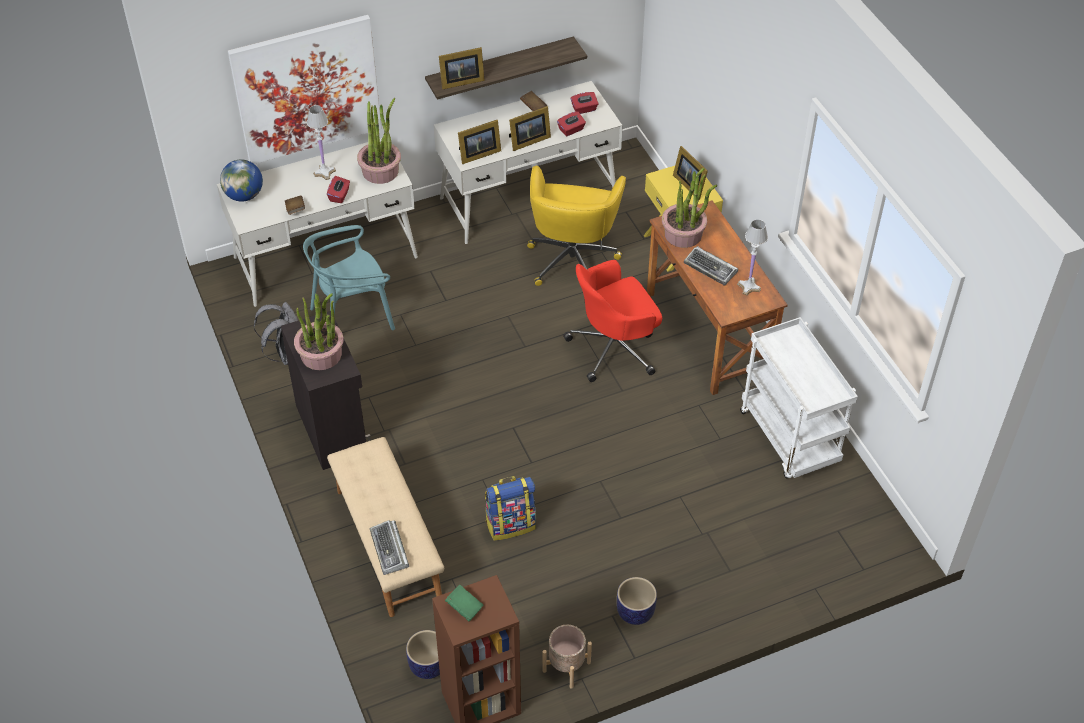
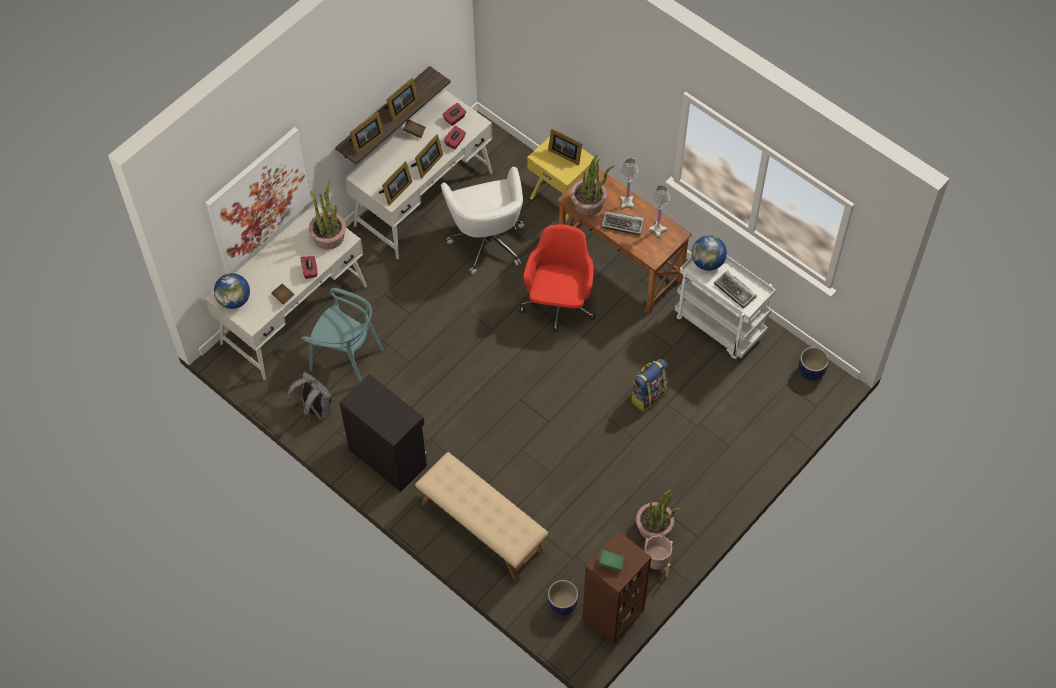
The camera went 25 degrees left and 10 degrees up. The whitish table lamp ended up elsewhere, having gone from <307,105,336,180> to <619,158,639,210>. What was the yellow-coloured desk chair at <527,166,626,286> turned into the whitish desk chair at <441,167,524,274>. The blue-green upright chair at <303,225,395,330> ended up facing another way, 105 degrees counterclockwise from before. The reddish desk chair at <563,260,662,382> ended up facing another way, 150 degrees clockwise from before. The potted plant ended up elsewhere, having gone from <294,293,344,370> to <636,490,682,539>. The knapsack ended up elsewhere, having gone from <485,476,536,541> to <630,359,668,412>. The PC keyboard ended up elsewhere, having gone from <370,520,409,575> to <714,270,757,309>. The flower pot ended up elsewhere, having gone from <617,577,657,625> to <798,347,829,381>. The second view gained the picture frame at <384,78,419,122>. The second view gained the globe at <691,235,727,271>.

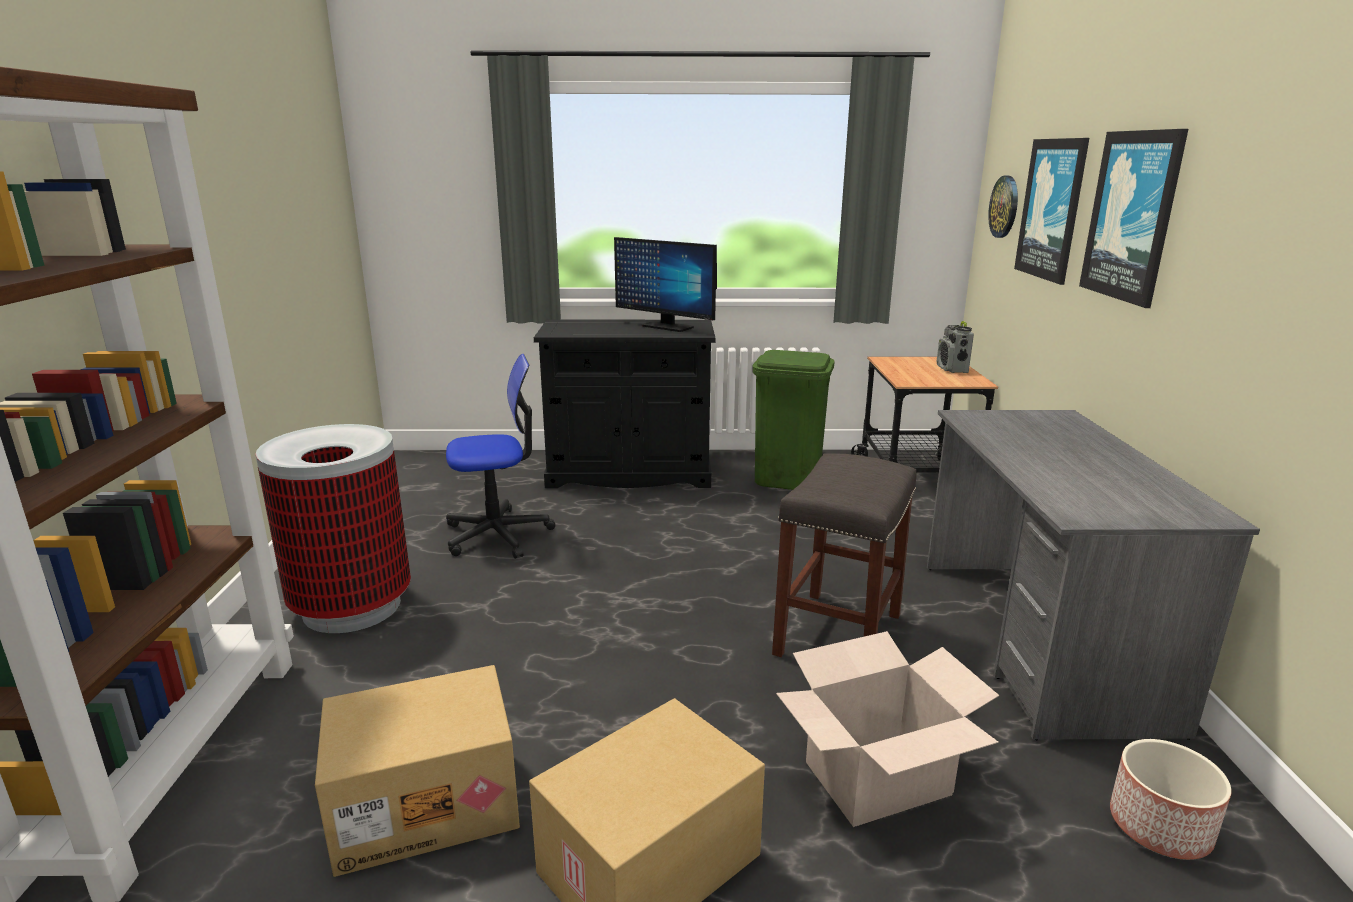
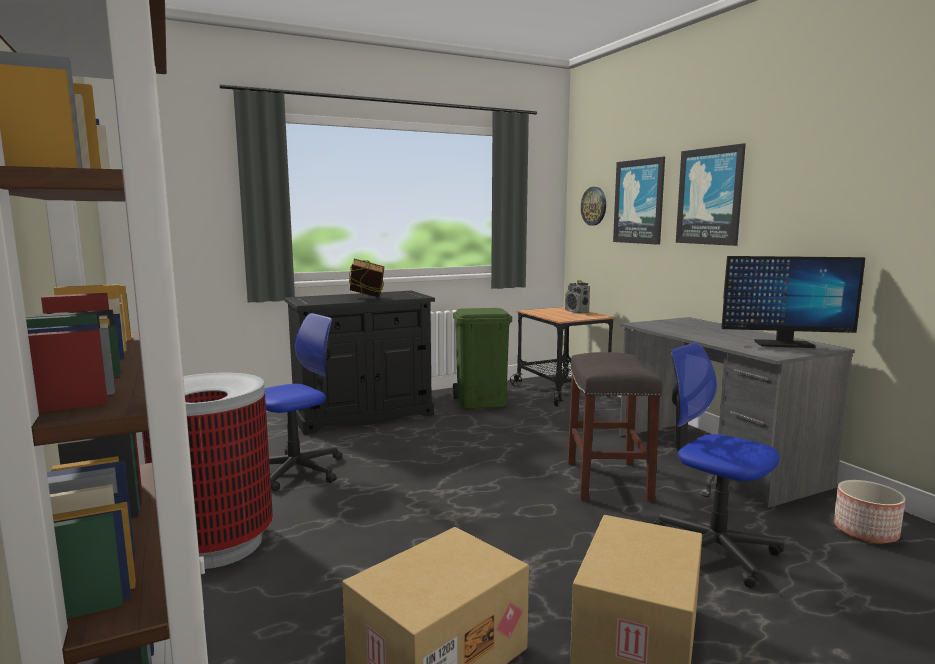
The camera went 25 degrees left and 10 degrees down. The computer screen ended up elsewhere, having gone from <614,237,717,332> to <721,256,865,348>. Where the carton stood at <776,631,999,827>, the desk chair came to stand at <652,343,785,587>. The second view gained the bound book at <349,259,385,298>.

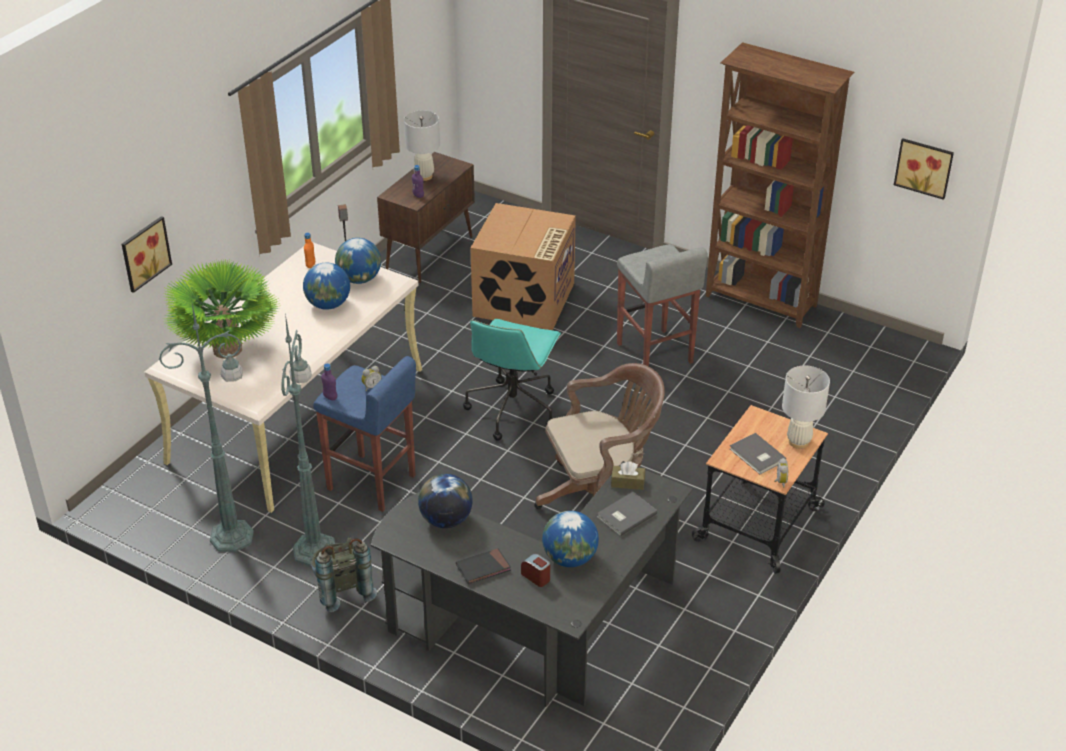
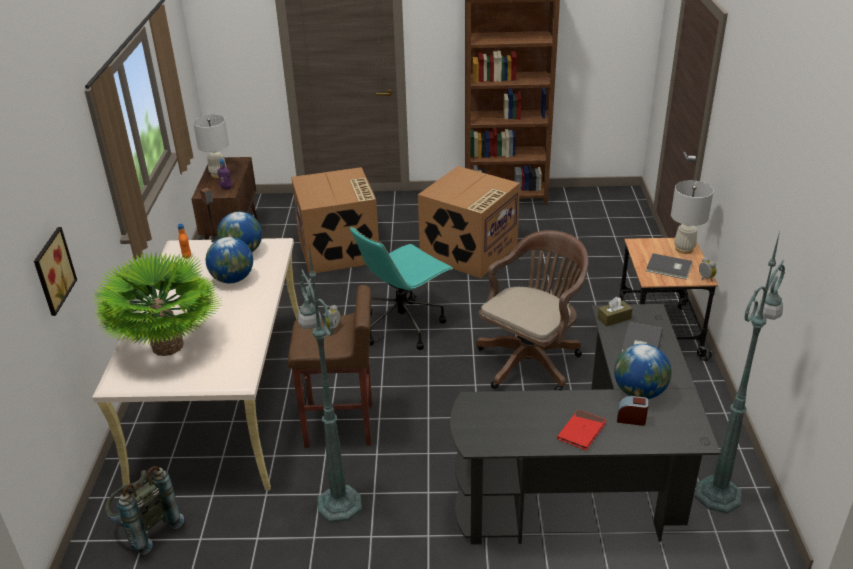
The camera went 30 degrees left and 5 degrees down. The second view lost the picture at <894,138,954,200>. Where the gray stool stood at <617,245,708,366>, the carton came to stand at <418,166,520,278>. The greenish standard lamp ended up elsewhere, having gone from <159,299,254,552> to <695,231,785,514>. The blue-green desk chair at <463,319,561,441> ended up facing another way, 60 degrees clockwise from before. What was the bluish stool at <313,356,416,512> turned into the brown stool at <288,285,372,448>. The second view lost the purplish bottle at <321,363,337,400>. The second view lost the globe at <418,474,473,528>. The gray knapsack ended up elsewhere, having gone from <311,537,377,612> to <105,466,184,555>. What was the black-coloured bound book at <456,548,511,584> turned into the reddish bound book at <557,409,606,451>.

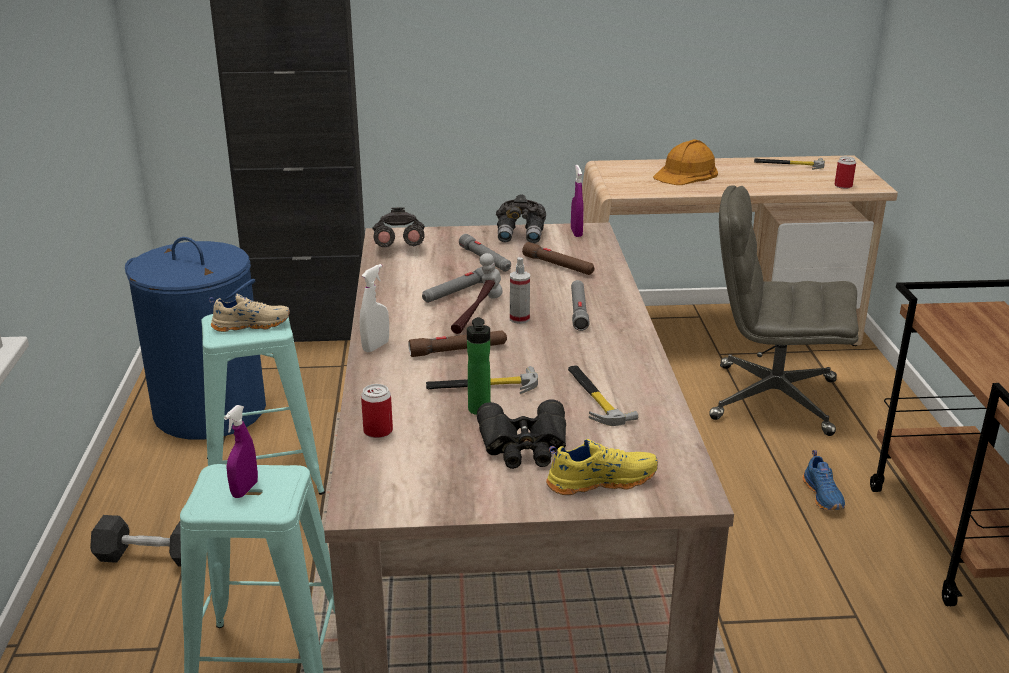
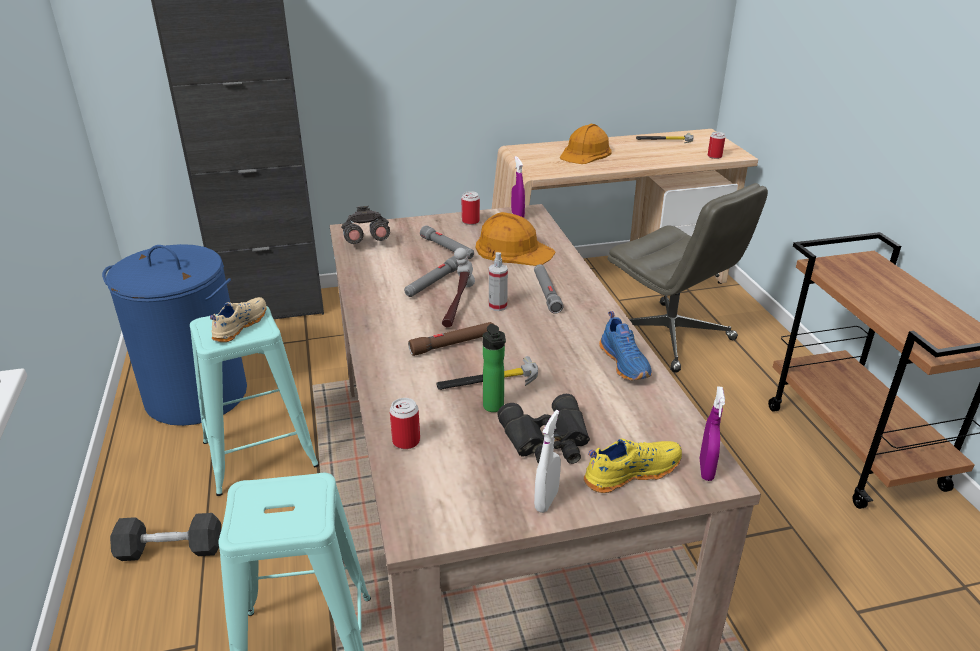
The camera went 10 degrees left and 5 degrees up. The gray desk chair at <709,185,859,436> ended up facing another way, 135 degrees counterclockwise from before. Where the gray binoculars stood at <496,195,546,243>, the sealed can came to stand at <461,191,480,225>. Where the brown torch stood at <522,242,595,275>, the orangey work helmet came to stand at <476,212,556,266>. The whitish sprayer ended up elsewhere, having gone from <360,264,389,352> to <534,410,561,513>. The sand-coloured shoe at <209,294,290,332> ended up facing another way, 45 degrees counterclockwise from before. The second view lost the hand hammer at <568,365,638,426>. The purplish sprayer ended up elsewhere, having gone from <224,405,258,498> to <700,387,725,481>. The bluish shoe ended up elsewhere, having gone from <802,450,845,510> to <599,311,652,381>.

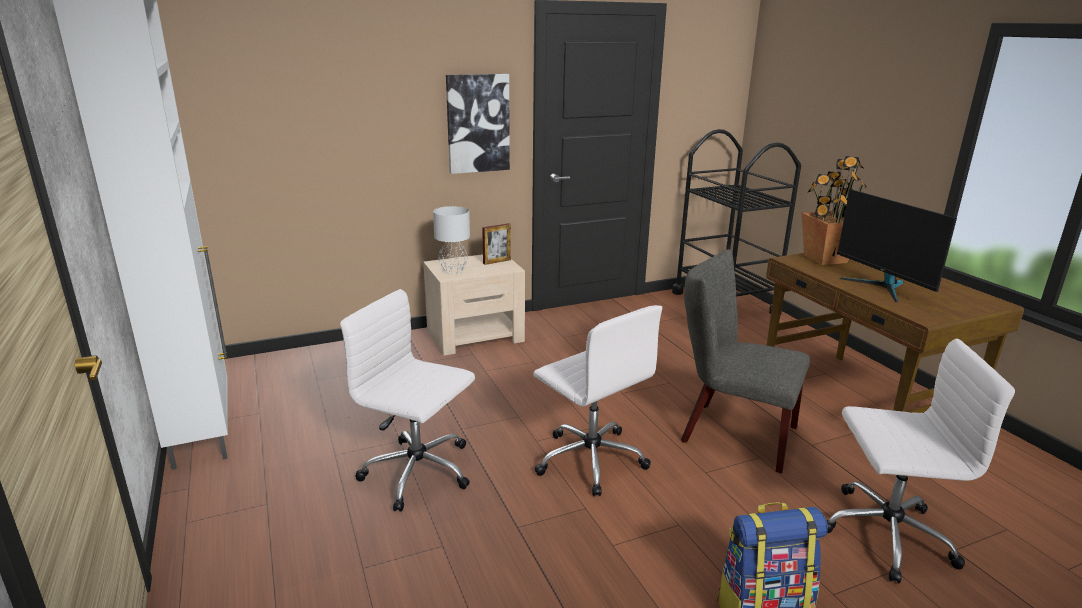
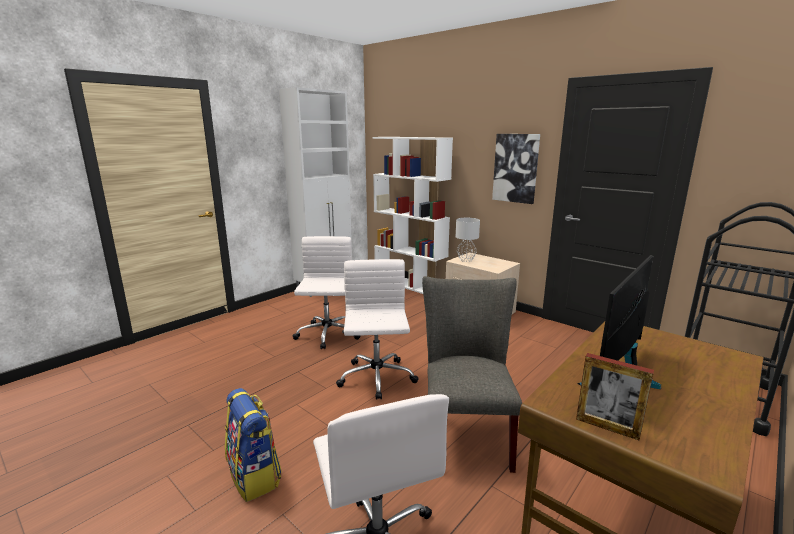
The camera went 65 degrees right and 5 degrees down. The second view lost the potted plant at <802,156,867,265>. The picture frame ended up elsewhere, having gone from <482,223,511,265> to <576,353,654,440>. The whitish desk chair at <533,305,662,496> ended up facing another way, 150 degrees clockwise from before. The second view gained the whitish bookshelf at <373,137,453,294>.

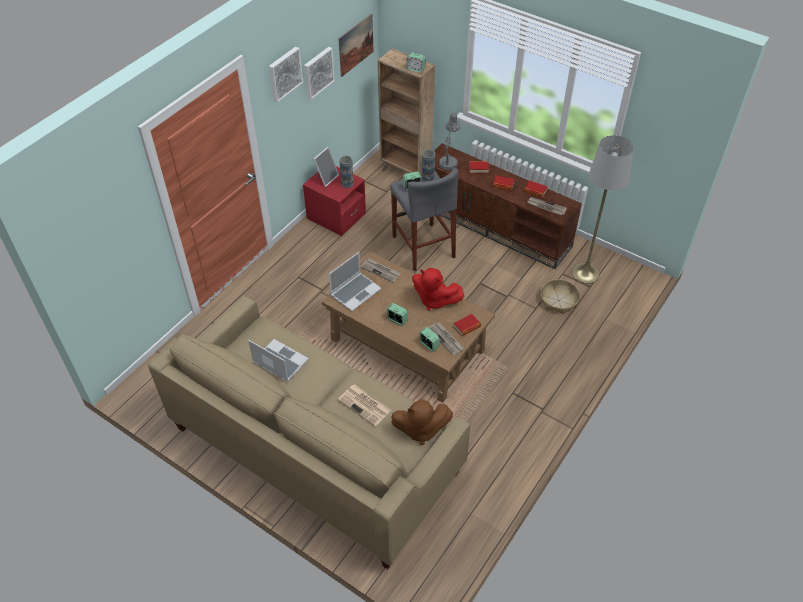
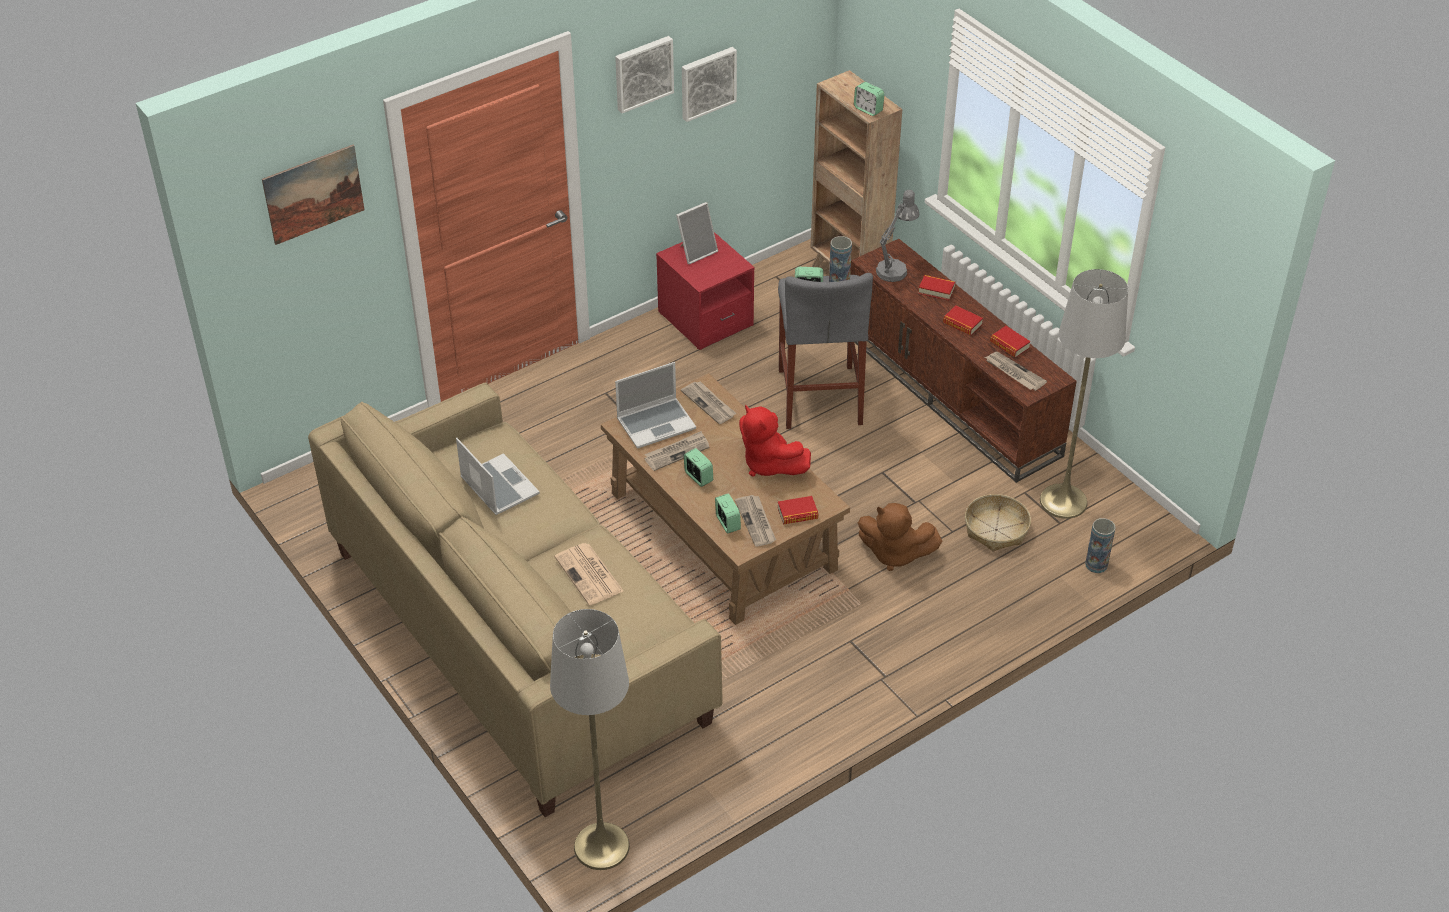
The camera went 20 degrees right and 5 degrees down. The picture ended up elsewhere, having gone from <338,14,374,77> to <262,145,365,245>. The decorative vase ended up elsewhere, having gone from <340,156,354,188> to <1085,518,1115,573>. The brown plush toy ended up elsewhere, having gone from <391,399,453,445> to <858,503,942,571>. The second view gained the daily paper at <644,431,709,471>. The second view gained the gray standard lamp at <550,609,630,870>.

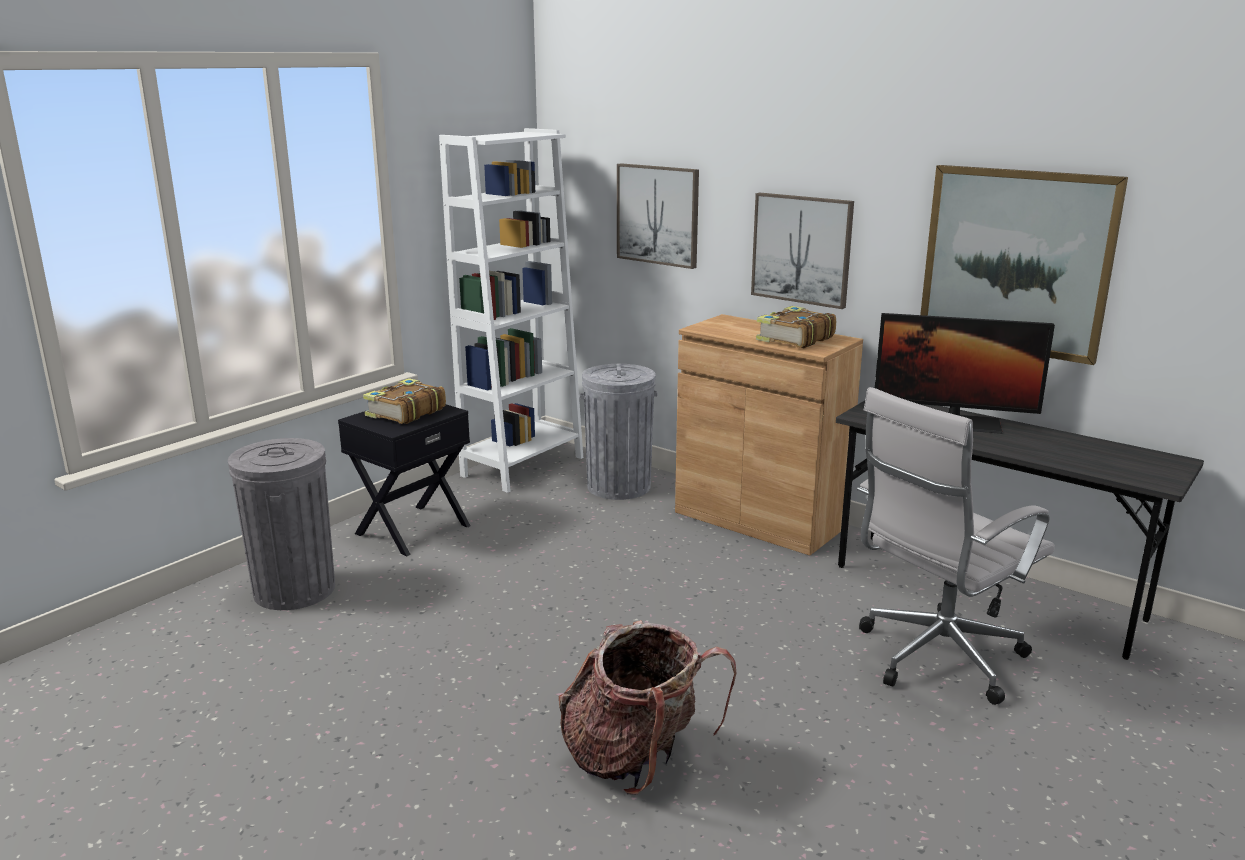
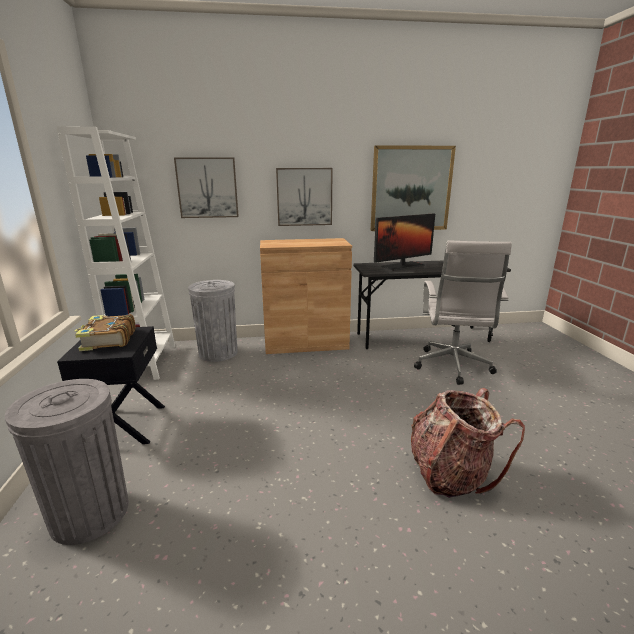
The camera went 45 degrees left and 0 degrees up. The second view lost the bound book at <756,306,836,348>.

